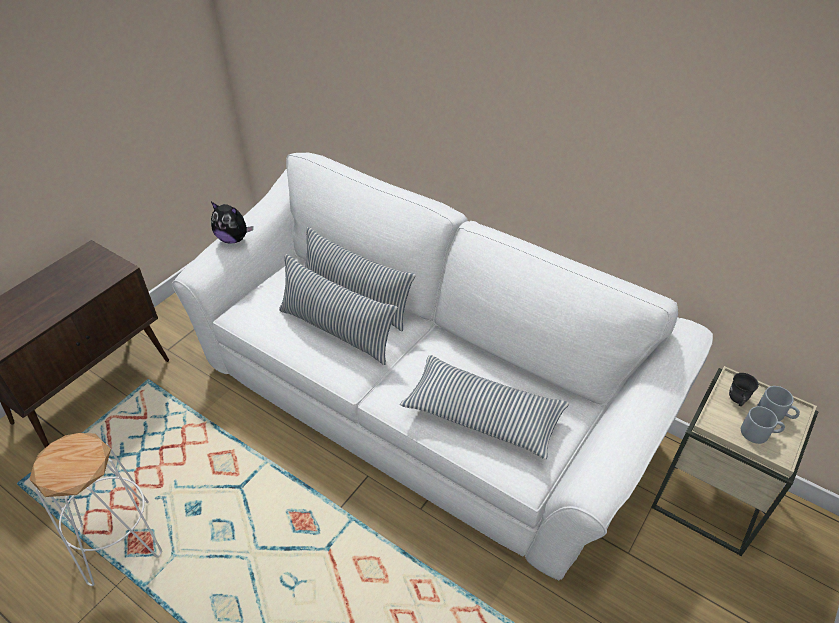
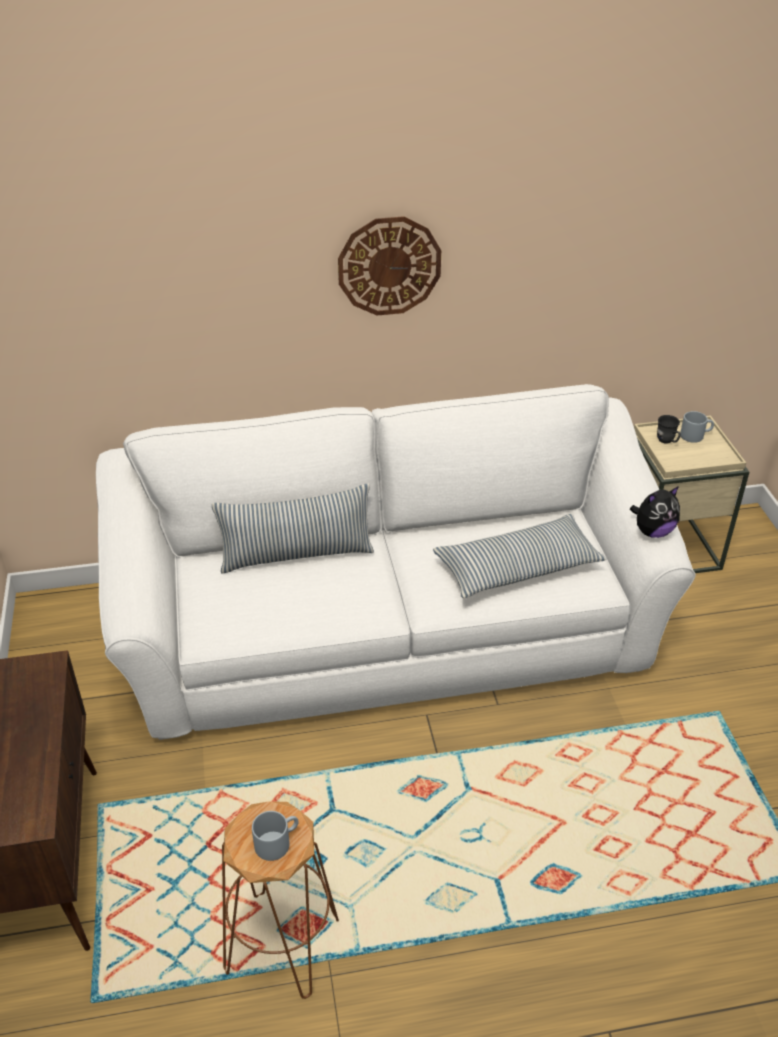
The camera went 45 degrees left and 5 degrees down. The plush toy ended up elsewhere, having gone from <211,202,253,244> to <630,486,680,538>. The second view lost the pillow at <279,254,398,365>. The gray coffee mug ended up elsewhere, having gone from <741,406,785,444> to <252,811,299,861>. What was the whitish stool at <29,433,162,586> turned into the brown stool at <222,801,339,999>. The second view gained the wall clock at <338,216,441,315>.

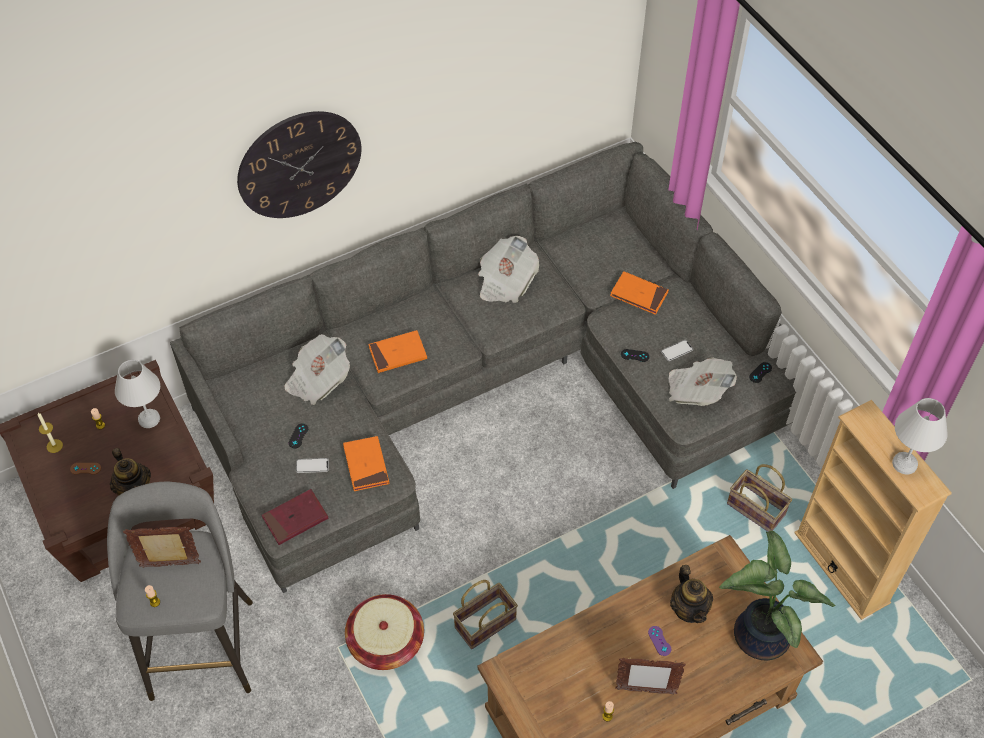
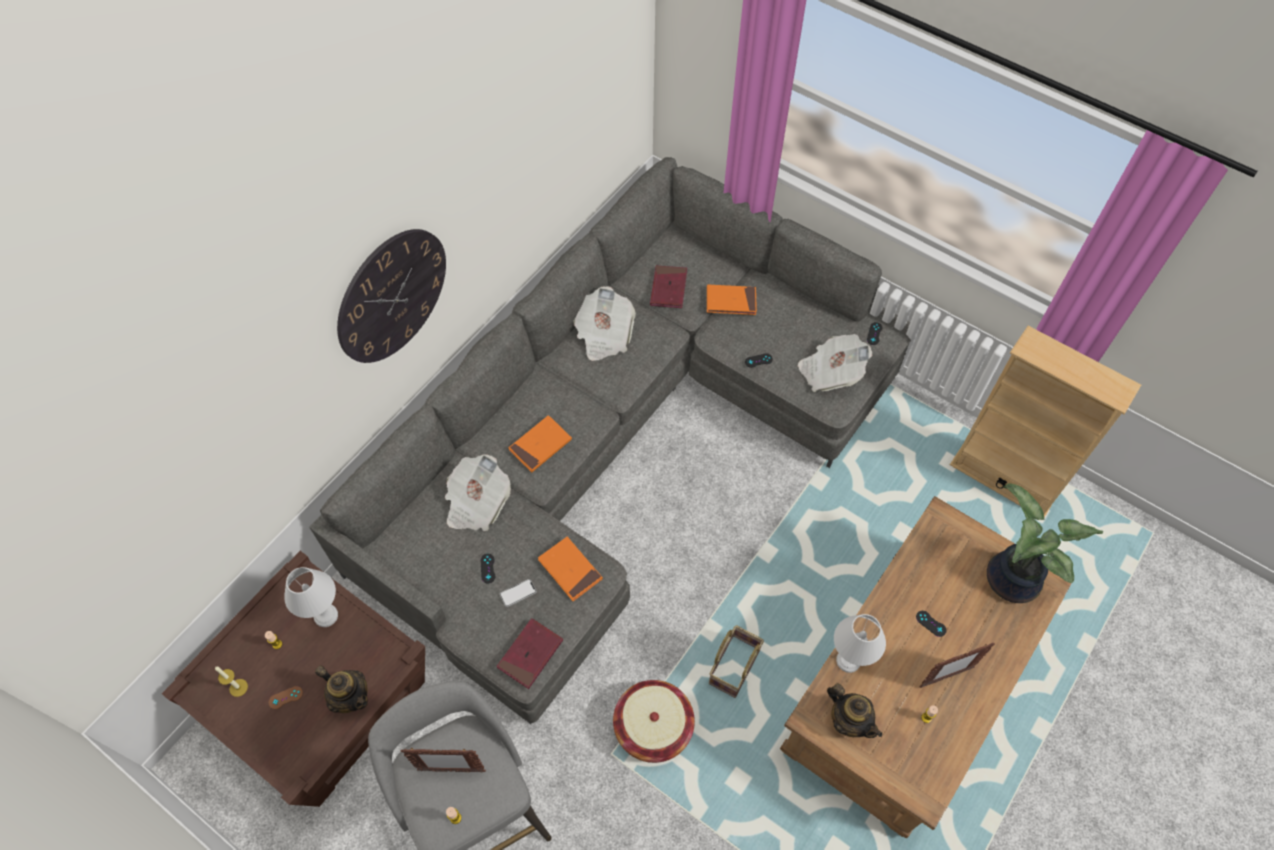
The camera went 25 degrees left and 5 degrees up. The second view lost the handset at <661,340,693,361>. The whitish table lamp ended up elsewhere, having gone from <892,398,948,475> to <834,614,886,673>. The second view lost the storage basket at <727,464,792,532>. The picture frame at <123,526,201,568> ended up facing another way, 150 degrees counterclockwise from before. The pot for tea ended up elsewhere, having gone from <670,565,713,623> to <827,683,883,738>. What was the purplish gamepad at <648,626,671,656> turned into the black-coloured gamepad at <916,611,946,637>. The second view gained the reddish bound book at <650,265,687,308>.

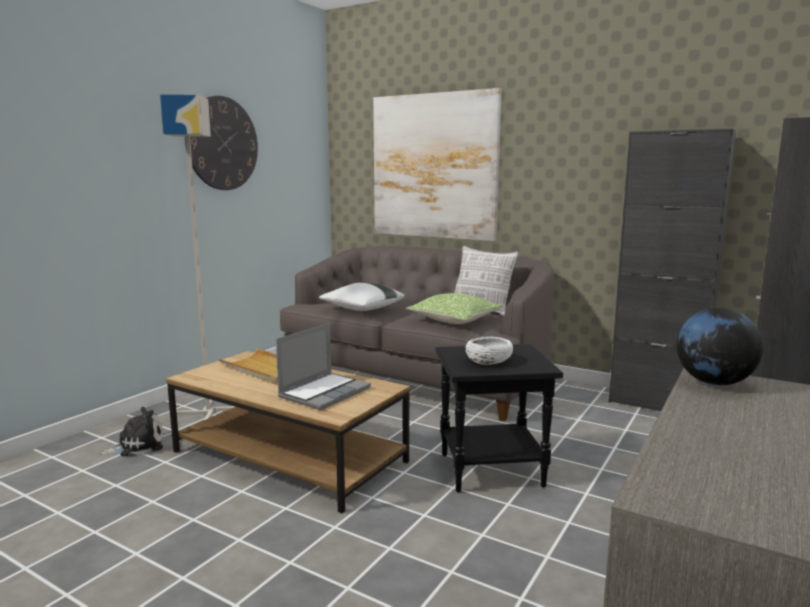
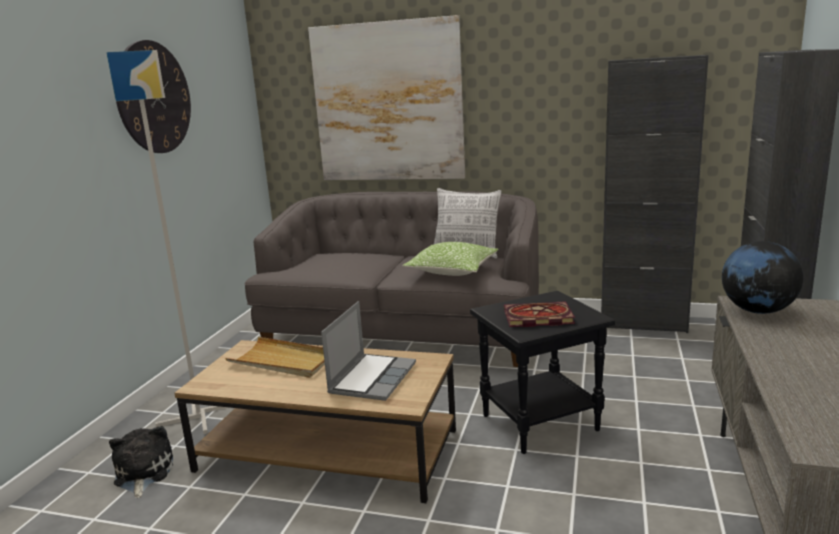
The camera went 15 degrees left and 5 degrees up. The second view lost the whitish pillow at <319,282,405,311>. Where the whitish serving bowl stood at <465,337,513,365>, the bound book came to stand at <504,301,575,327>. The plush toy at <100,407,163,456> ended up facing another way, 60 degrees counterclockwise from before.

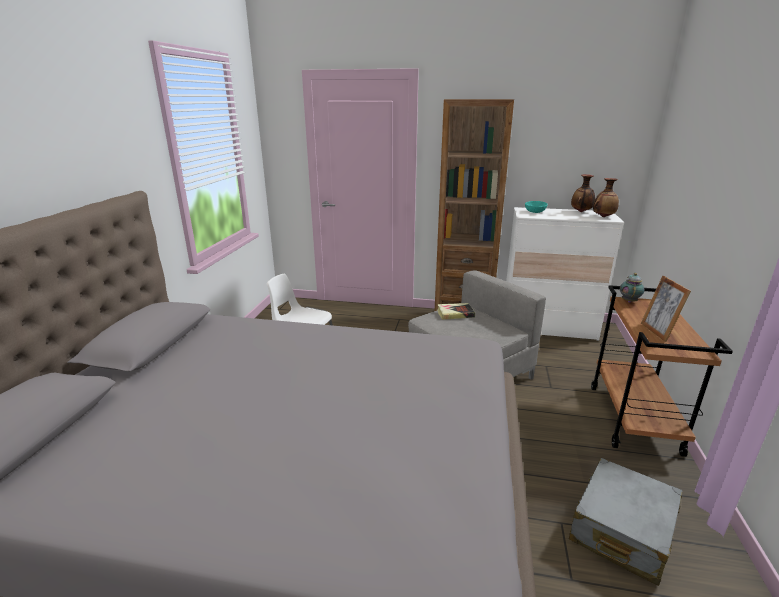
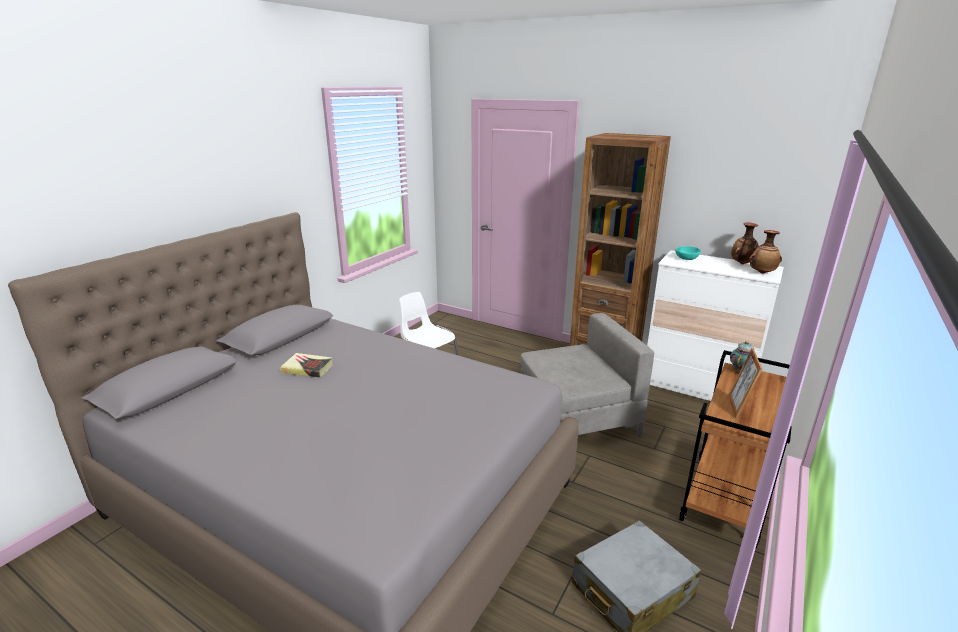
The camera went 20 degrees right and 0 degrees up. The bound book ended up elsewhere, having gone from <437,303,475,320> to <280,353,333,378>.

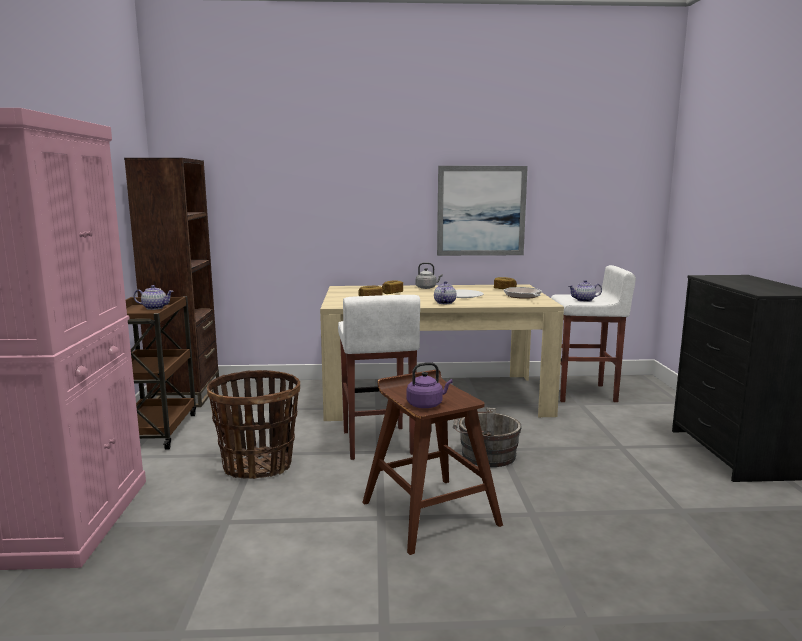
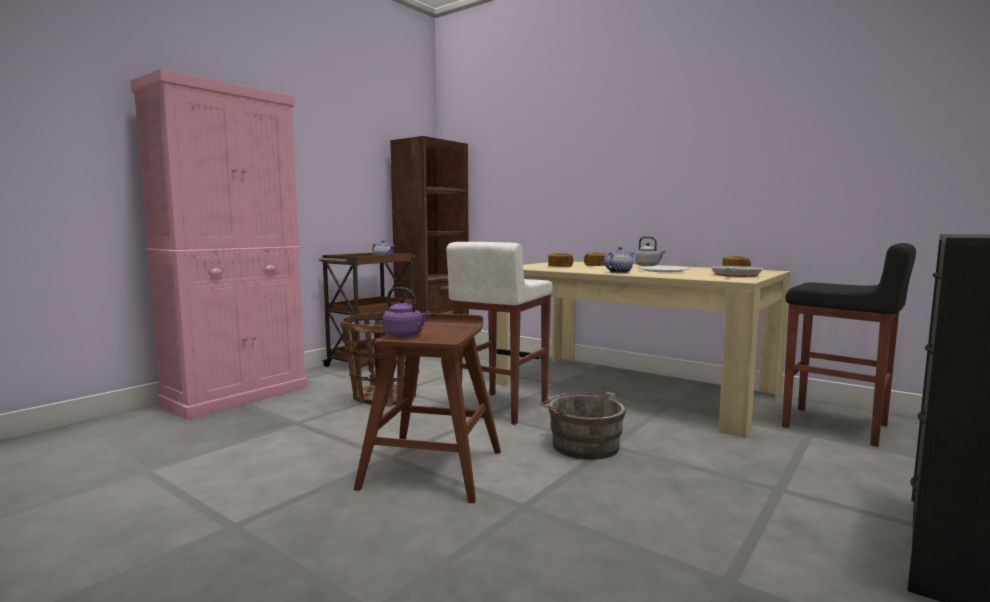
The camera went 40 degrees right and 5 degrees down. The second view lost the picture at <437,166,528,256>. What was the whitish stool at <551,265,636,402> turned into the black-coloured stool at <782,243,916,447>. The second view lost the pot for tea at <569,280,602,302>.

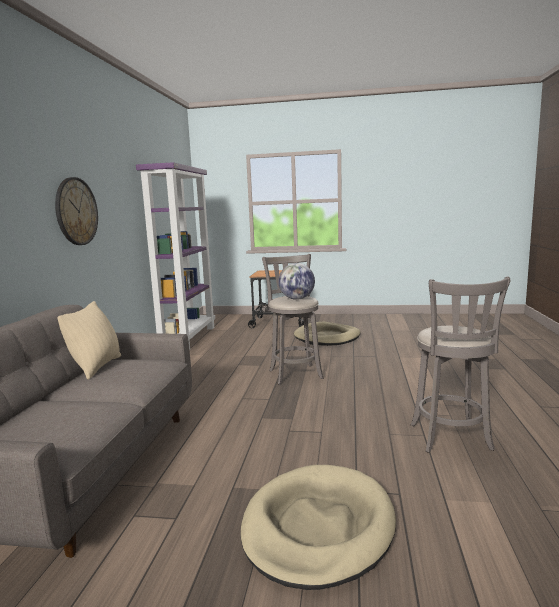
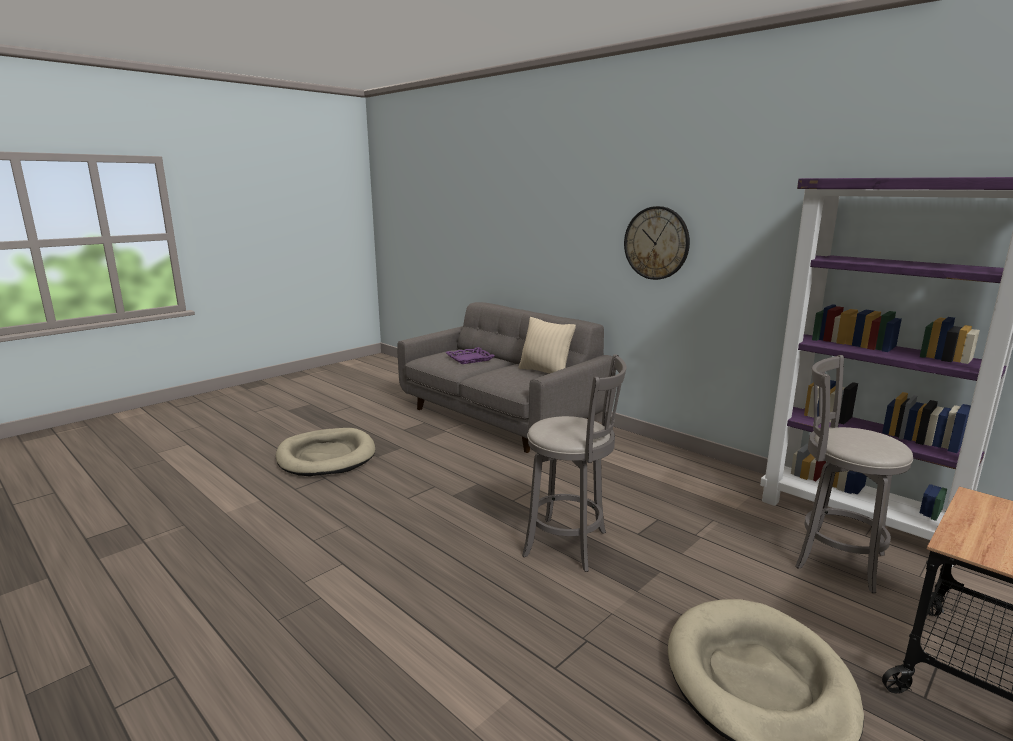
The camera went 125 degrees right and 5 degrees up. The second view lost the globe at <278,263,315,300>. The gray stool ended up elsewhere, having gone from <411,277,510,453> to <795,355,913,593>. The second view gained the purplish tray at <445,347,495,364>.

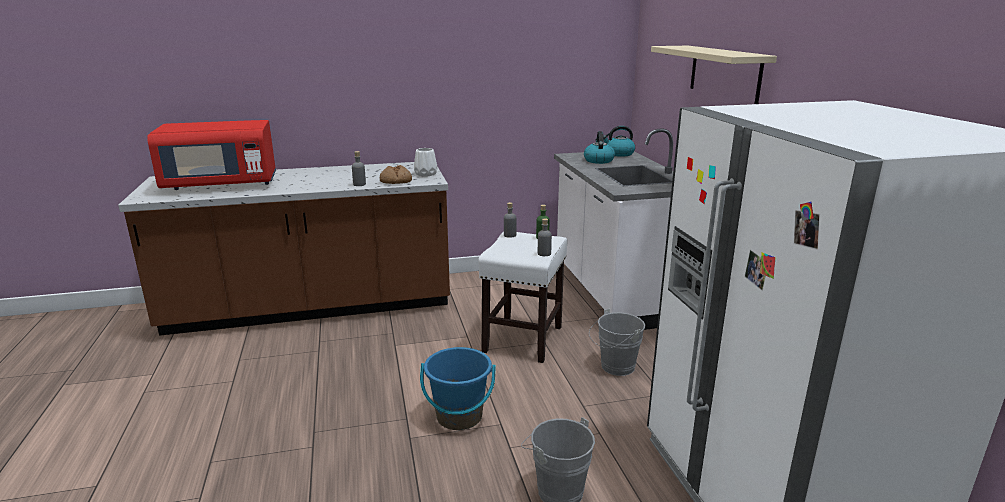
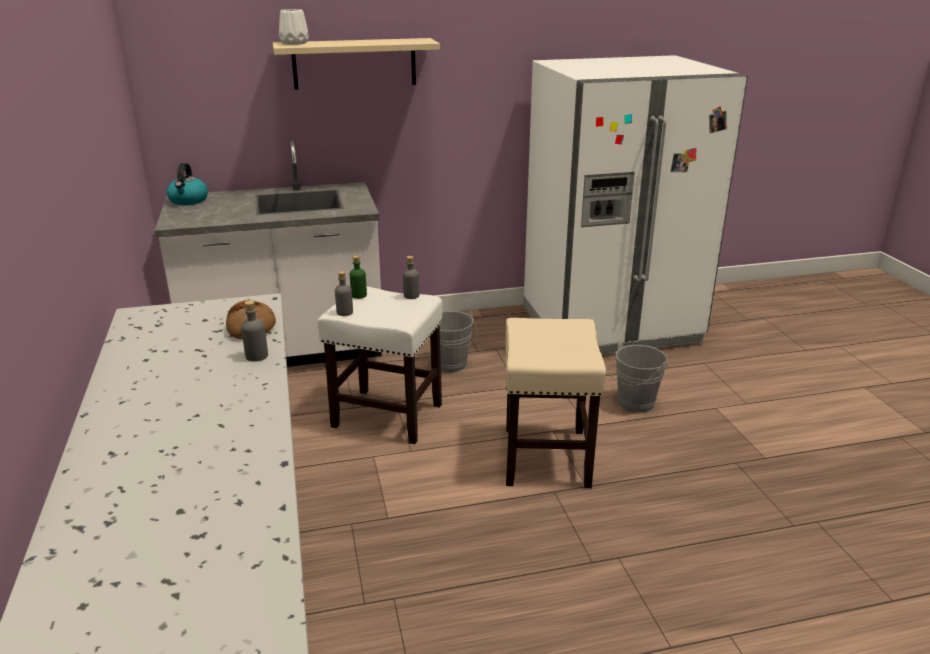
The camera went 90 degrees left and 5 degrees up. The second view lost the reddish microwave at <148,120,276,190>. The second view lost the tea kettle at <584,131,615,164>. The whitish decorative vase ended up elsewhere, having gone from <414,148,437,176> to <279,9,309,45>. Where the bluish bucket stood at <420,347,496,430>, the sand-coloured stool came to stand at <506,318,606,488>.

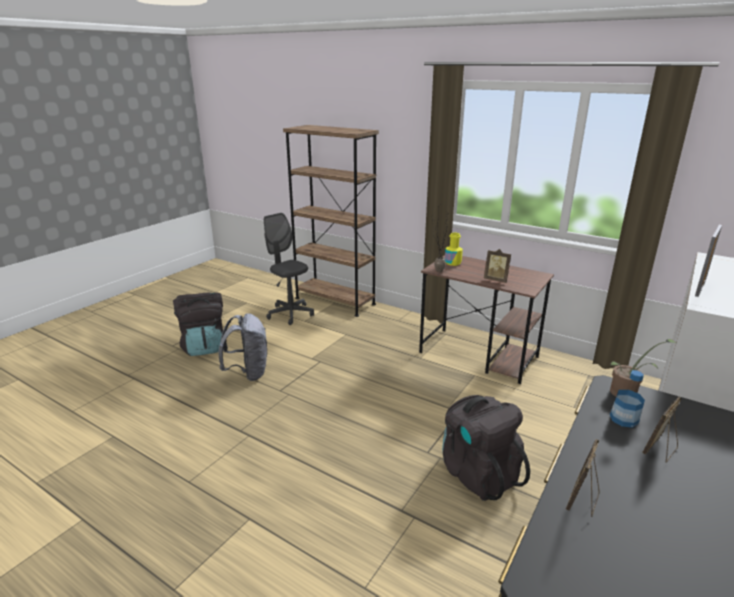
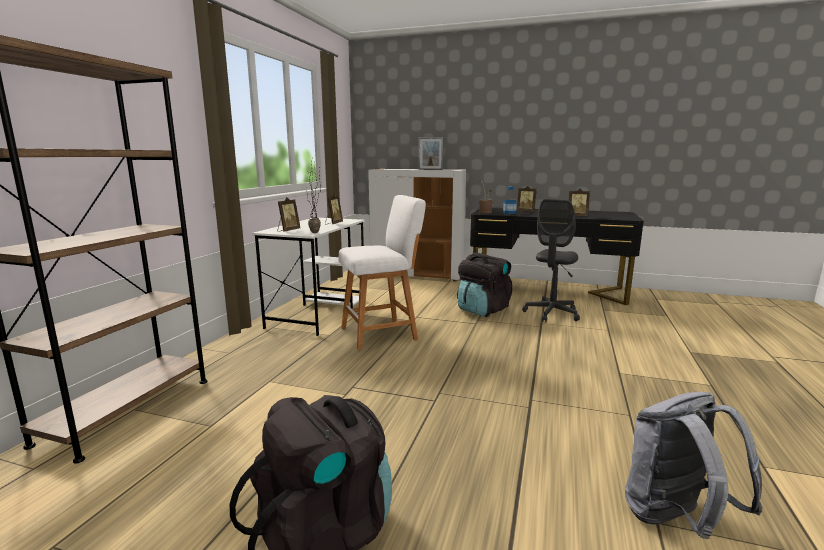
The camera went 105 degrees left and 10 degrees down. The gray desk chair ended up elsewhere, having gone from <264,213,314,325> to <522,199,580,322>. Where the yellow-coloured bottle stood at <445,233,463,266>, the picture frame came to stand at <278,197,300,232>. What was the brown desk table at <419,255,554,384> turned into the whitish desk table at <252,218,365,336>. The gray knapsack ended up elsewhere, having gone from <219,313,267,381> to <625,392,762,539>. The second view gained the whitish stool at <338,195,426,350>.

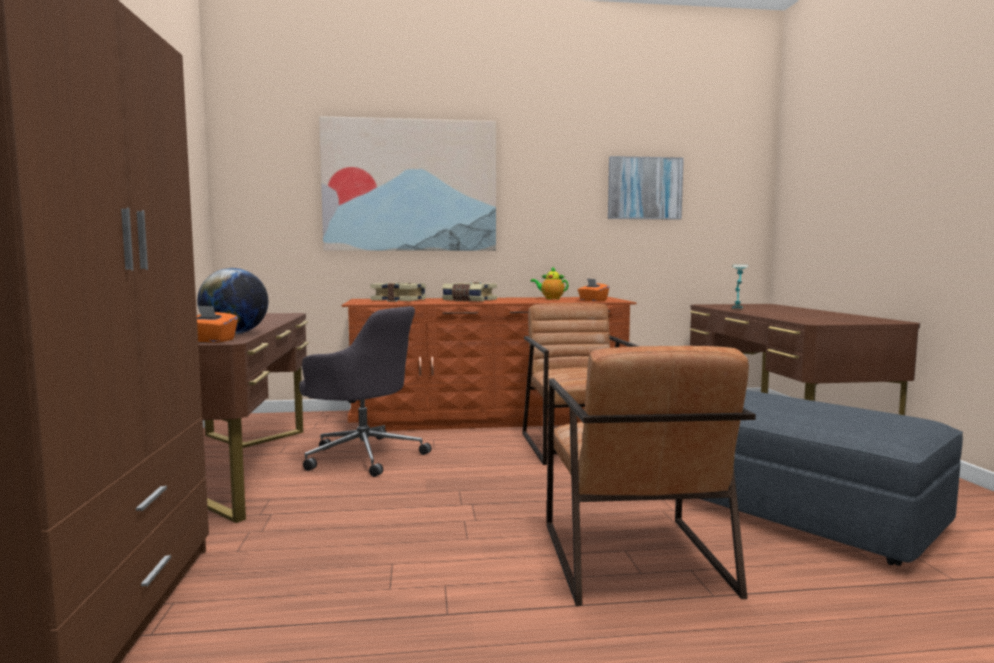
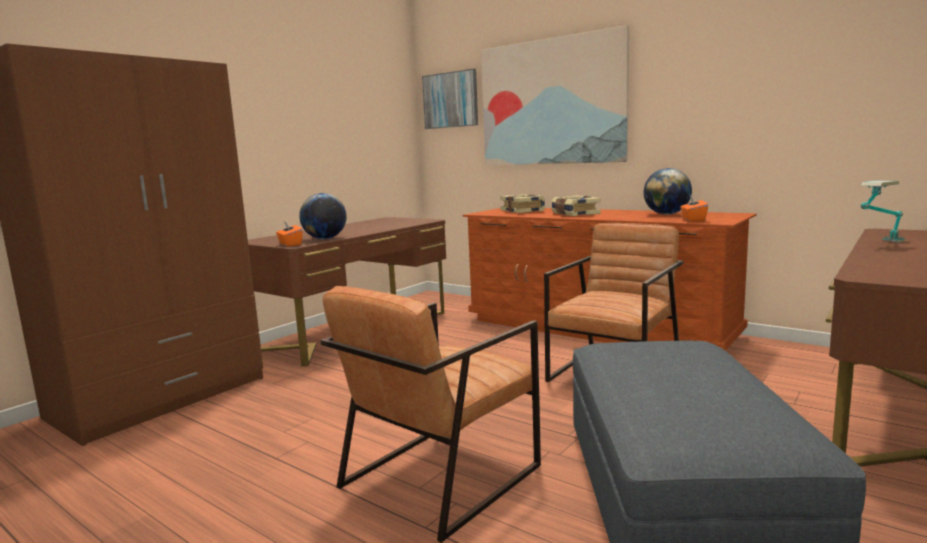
The camera went 45 degrees right and 5 degrees up. The picture ended up elsewhere, having gone from <608,156,684,220> to <422,69,478,129>. Where the pot for tea stood at <530,266,569,299>, the globe came to stand at <644,168,692,215>. The second view lost the gray desk chair at <299,306,432,477>.

